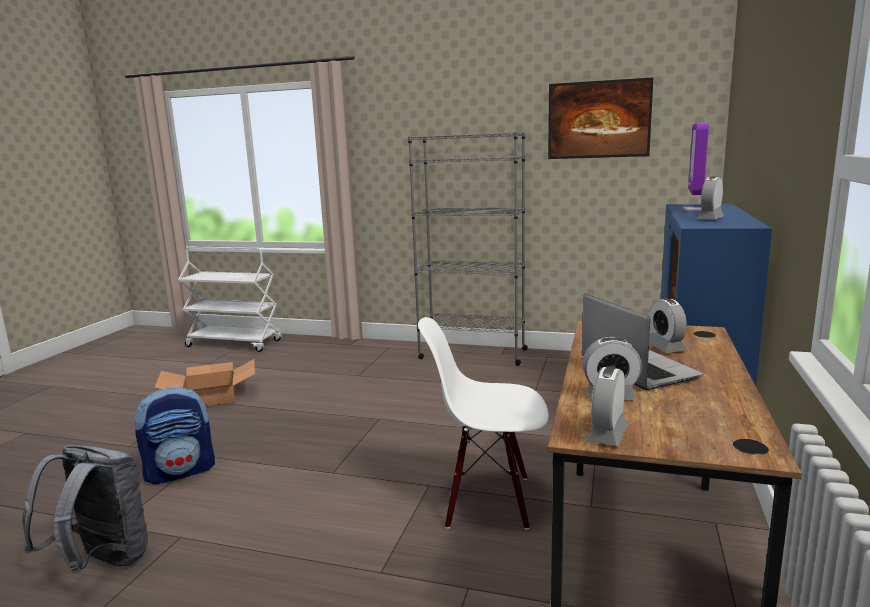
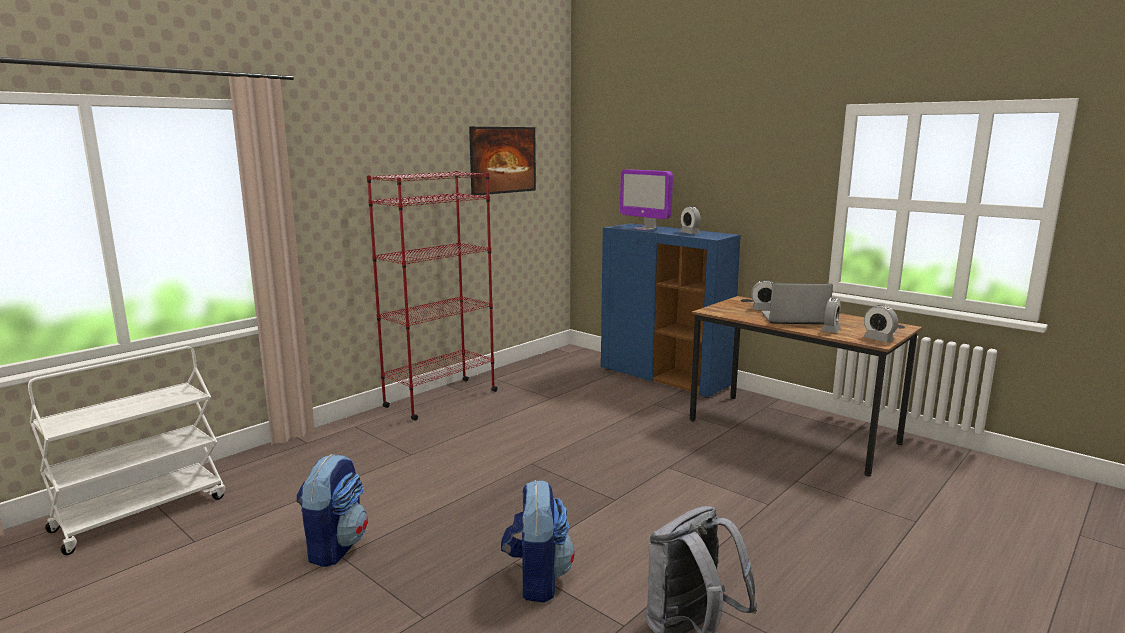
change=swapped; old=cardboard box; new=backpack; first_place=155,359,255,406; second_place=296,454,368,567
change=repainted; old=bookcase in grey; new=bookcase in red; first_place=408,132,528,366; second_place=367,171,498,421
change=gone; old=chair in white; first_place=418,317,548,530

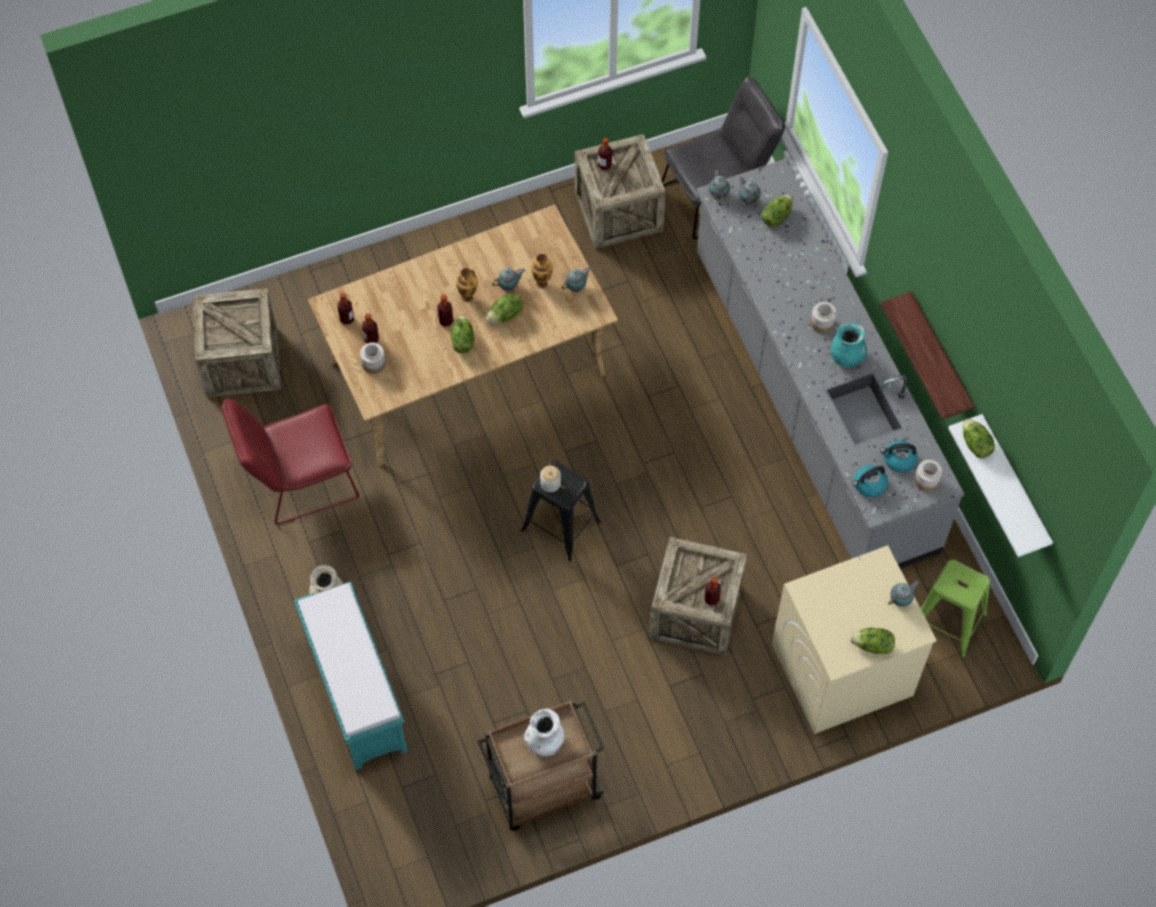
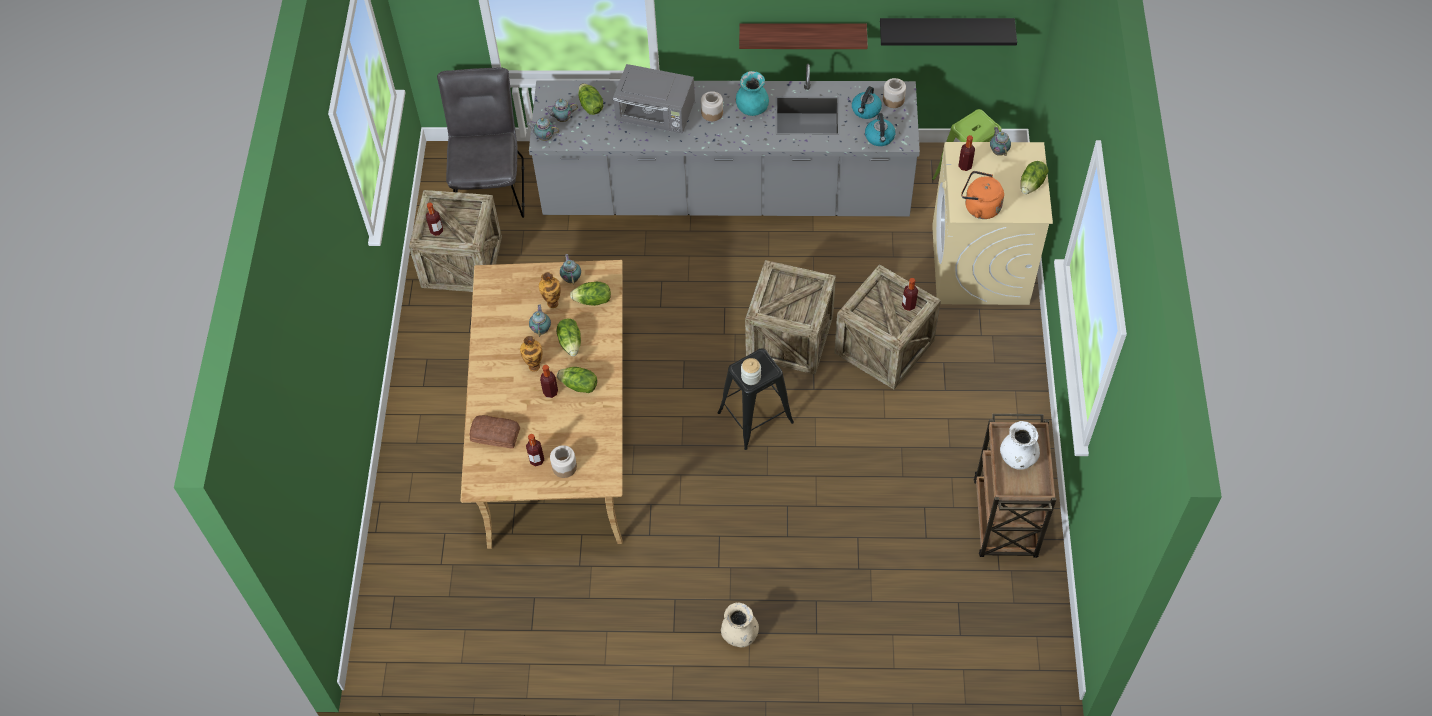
change=shifted; old=crate; first_place=193,288,281,397; second_place=745,260,836,375
change=gone; old=chair in red; first_place=221,397,359,525
change=gone; old=bench in turquoise; first_place=294,582,407,770
change=shifted; old=bottle; first_place=337,293,354,325; second_place=958,135,975,171
change=repainted; old=shelf in white; new=shelf in black; first_place=948,414,1053,557; second_place=880,18,1017,46
change=shifted; old=lettuce; first_place=962,419,995,458; second_place=570,282,611,306
change=new; new=bread; second_place=470,415,520,448
change=new; new=microwave in grey; second_place=613,64,695,133
change=new; new=kettle in orange; second_place=961,171,1004,219

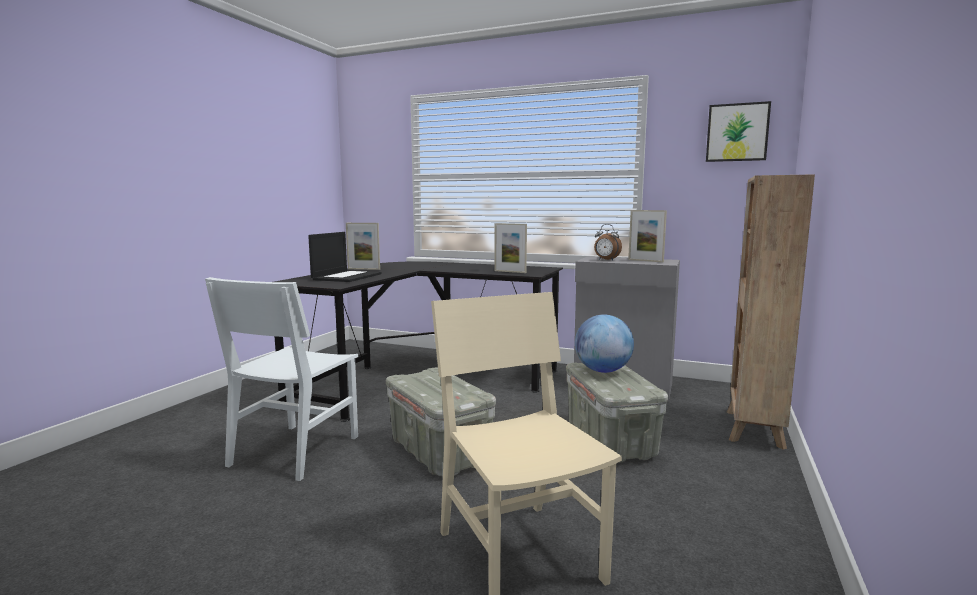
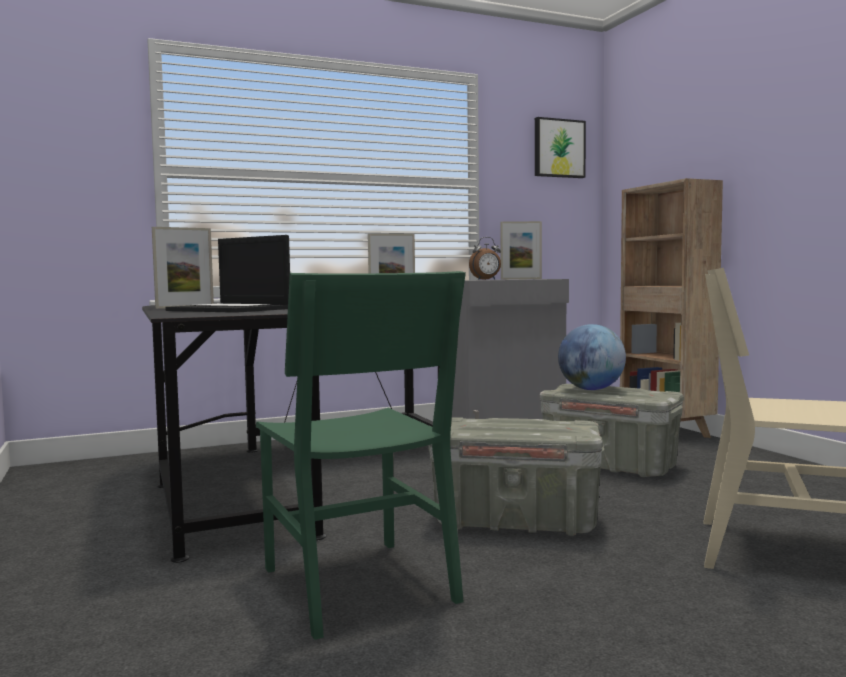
change=repainted; old=chair in white; new=chair in green; first_place=205,277,359,481; second_place=256,271,466,640
change=rotated; old=laptop; first_place=308,232,381,282; second_place=165,235,290,313; degrees=150

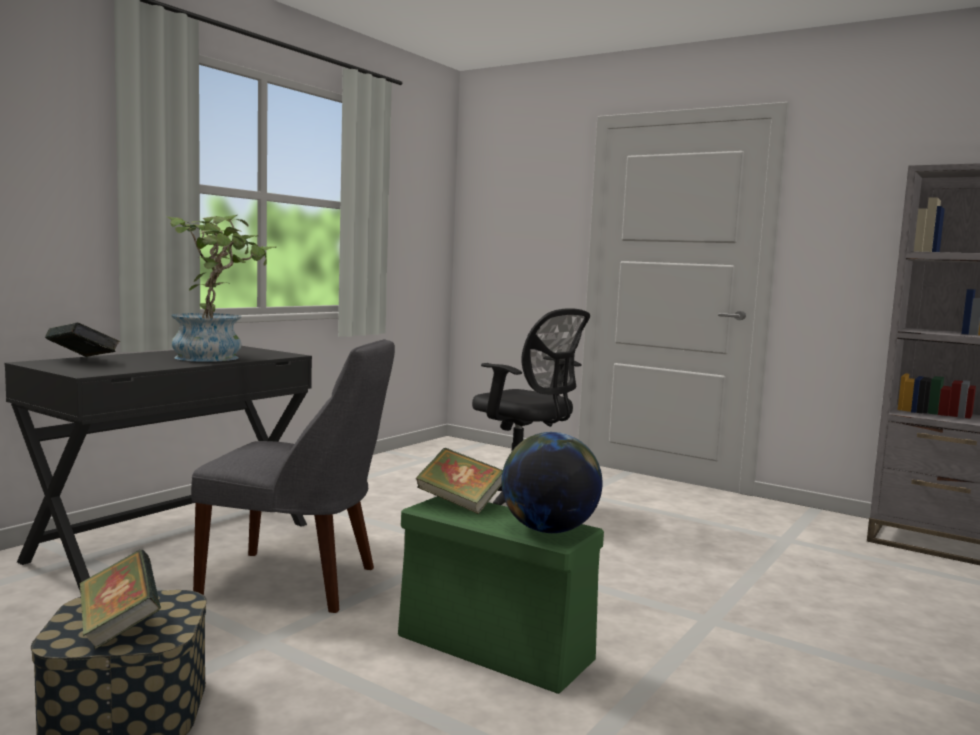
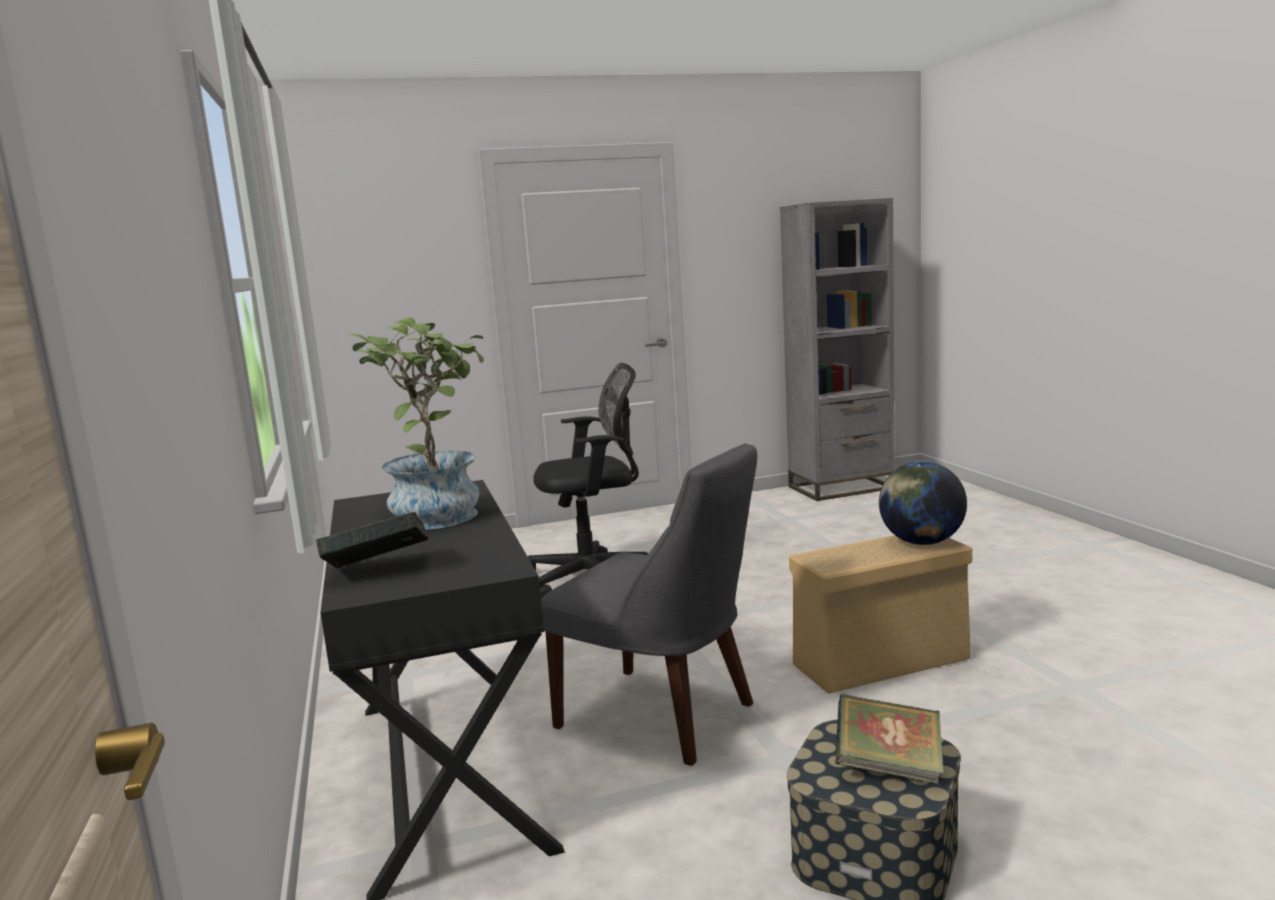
change=rotated; old=chair in grey; first_place=191,339,395,613; second_place=541,443,757,766; degrees=75
change=repainted; old=storage box in green; new=storage box in beige; first_place=398,496,604,694; second_place=789,535,972,694
change=gone; old=book; first_place=416,448,503,514

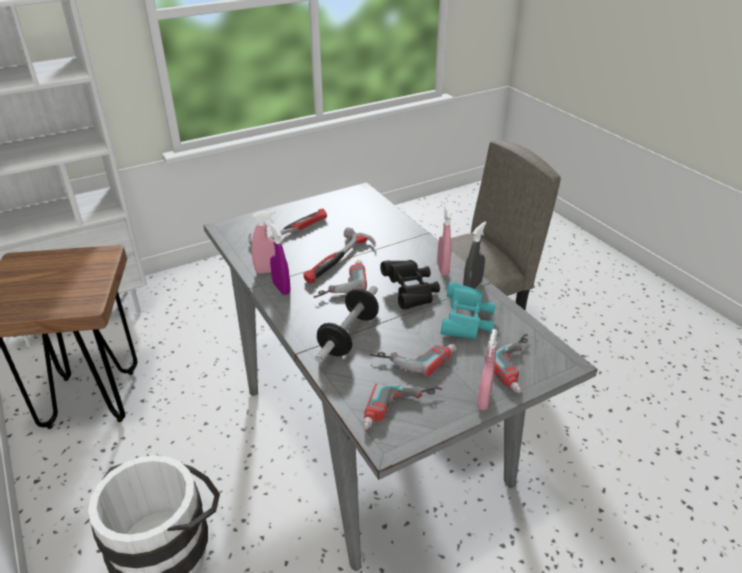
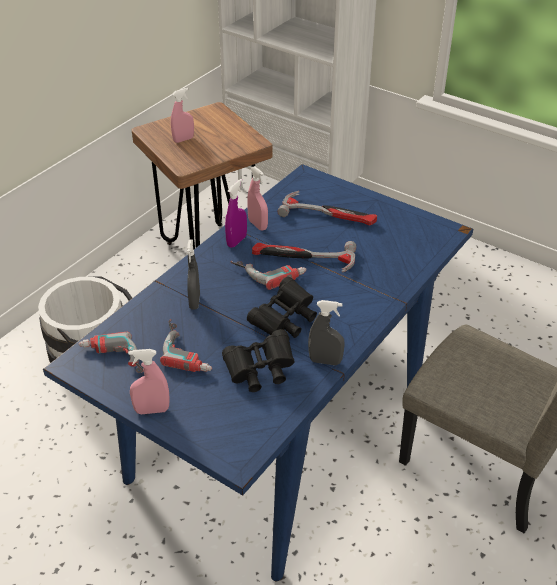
change=repainted; old=dining table in grey; new=dining table in blue; first_place=203,182,598,571; second_place=43,164,473,582
change=swapped; old=dumbbell; new=spray bottle in grey; first_place=315,286,379,363; second_place=187,239,200,310
change=shifted; old=spray bottle in pink; first_place=437,205,451,276; second_place=171,88,194,143
change=repainted; old=binoculars in turquoise; new=binoculars in black; first_place=441,282,496,340; second_place=222,329,295,392
change=gone; old=power drill; first_place=485,334,528,393

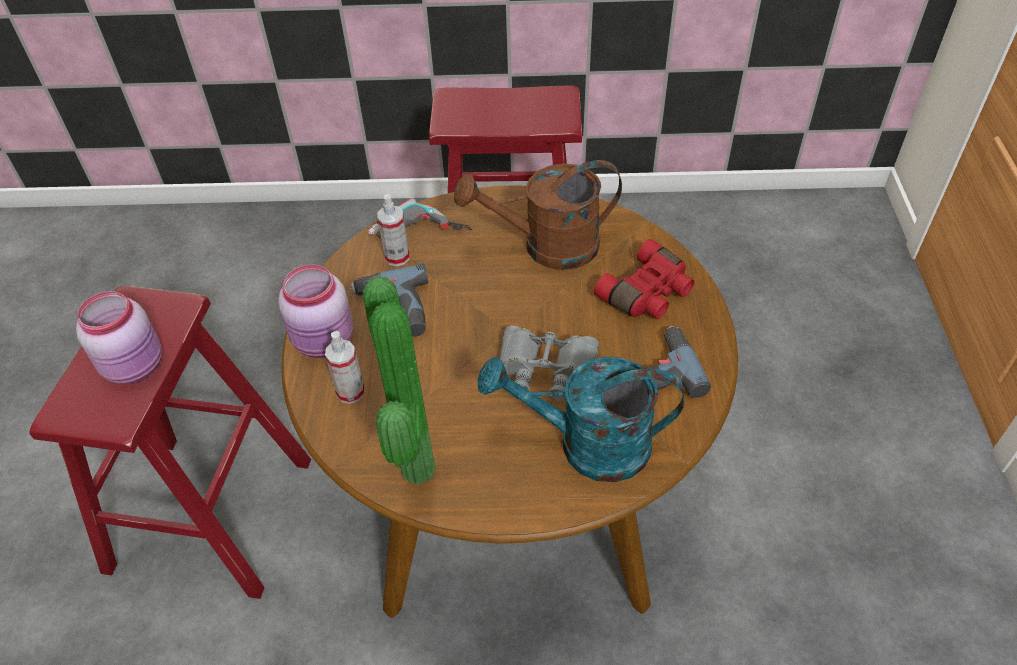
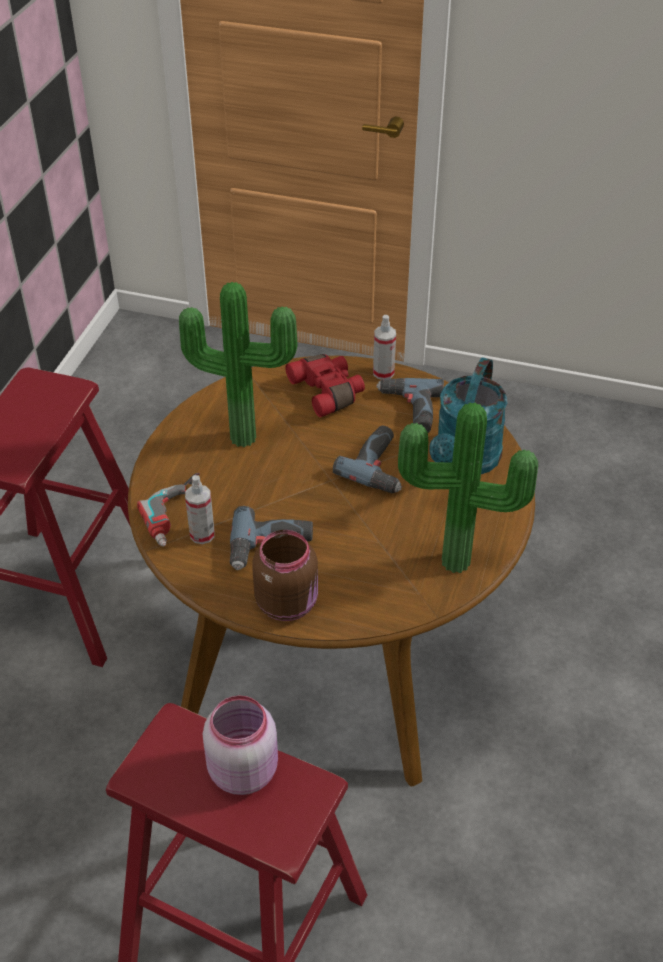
change=repainted; old=jar in pink; new=jar in brown; first_place=278,264,353,358; second_place=252,530,318,621
change=shifted; old=spray bottle; first_place=325,331,365,404; second_place=373,315,396,380
change=swapped; old=watering can in brown; new=potted plant; first_place=454,160,622,270; second_place=179,282,297,447
change=swapped; old=binoculars in grey; new=power drill; first_place=500,326,599,401; second_place=333,426,402,494

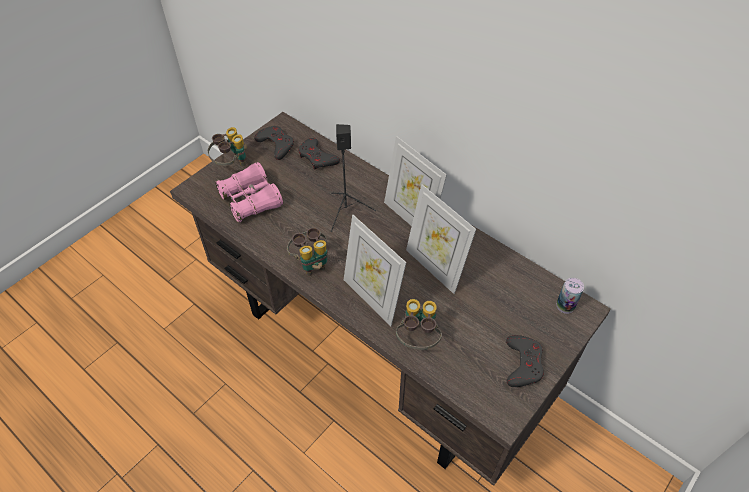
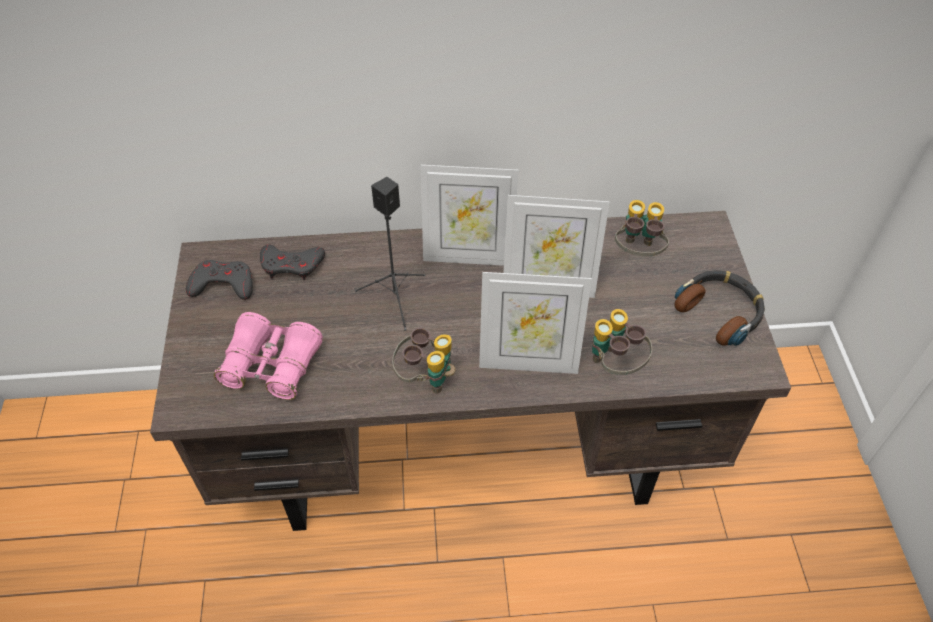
change=shifted; old=binoculars; first_place=208,127,247,166; second_place=615,200,669,256
change=swapped; old=game controller in grey; new=headphones; first_place=506,335,544,387; second_place=674,271,765,346
change=gone; old=can; first_place=556,278,584,314

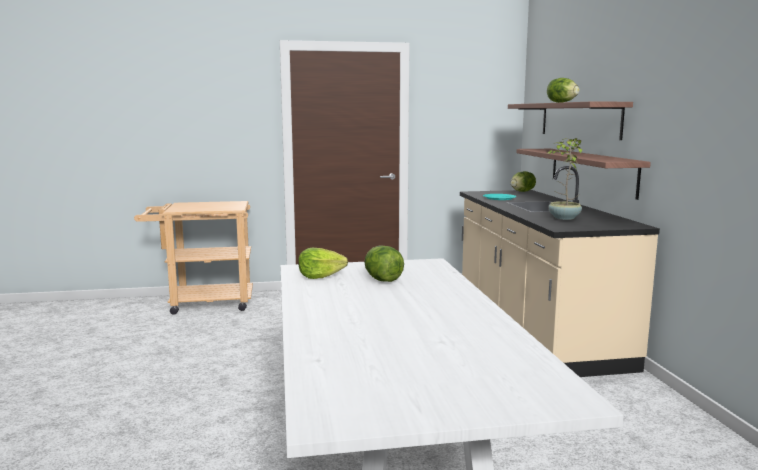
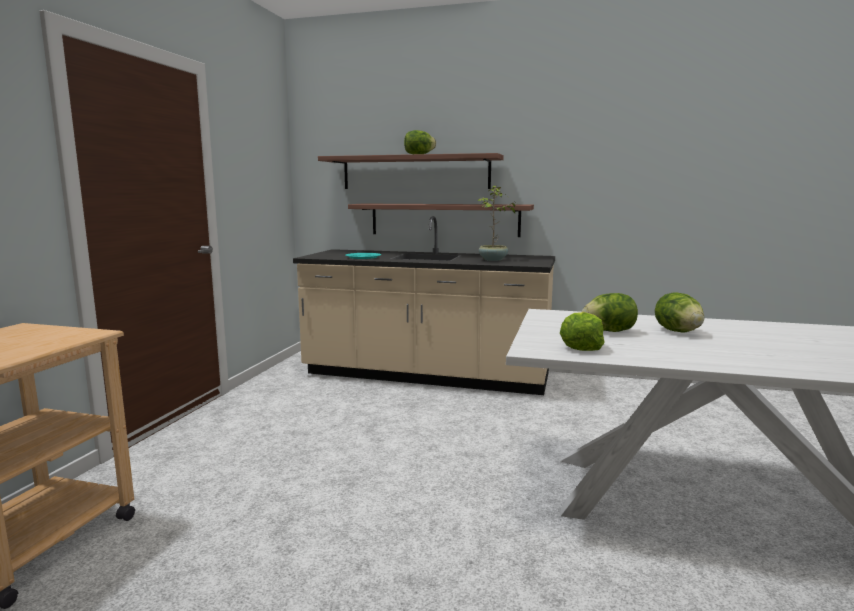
change=shifted; old=lettuce; first_place=511,171,536,192; second_place=655,292,704,333

